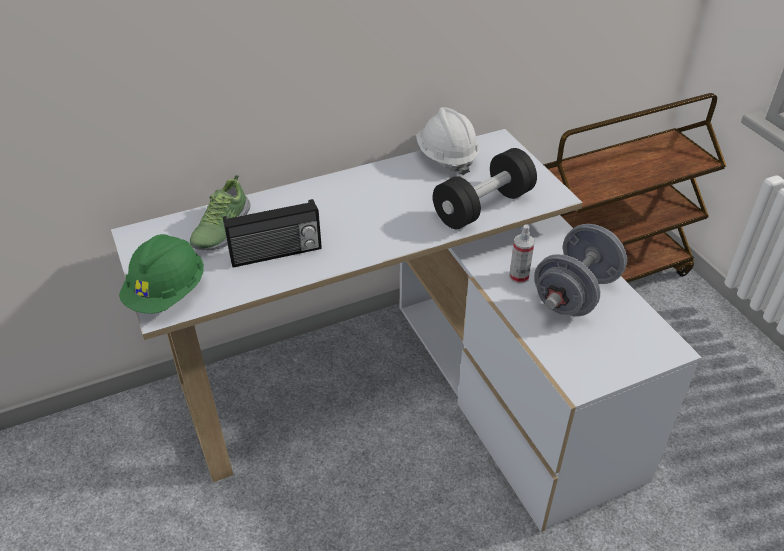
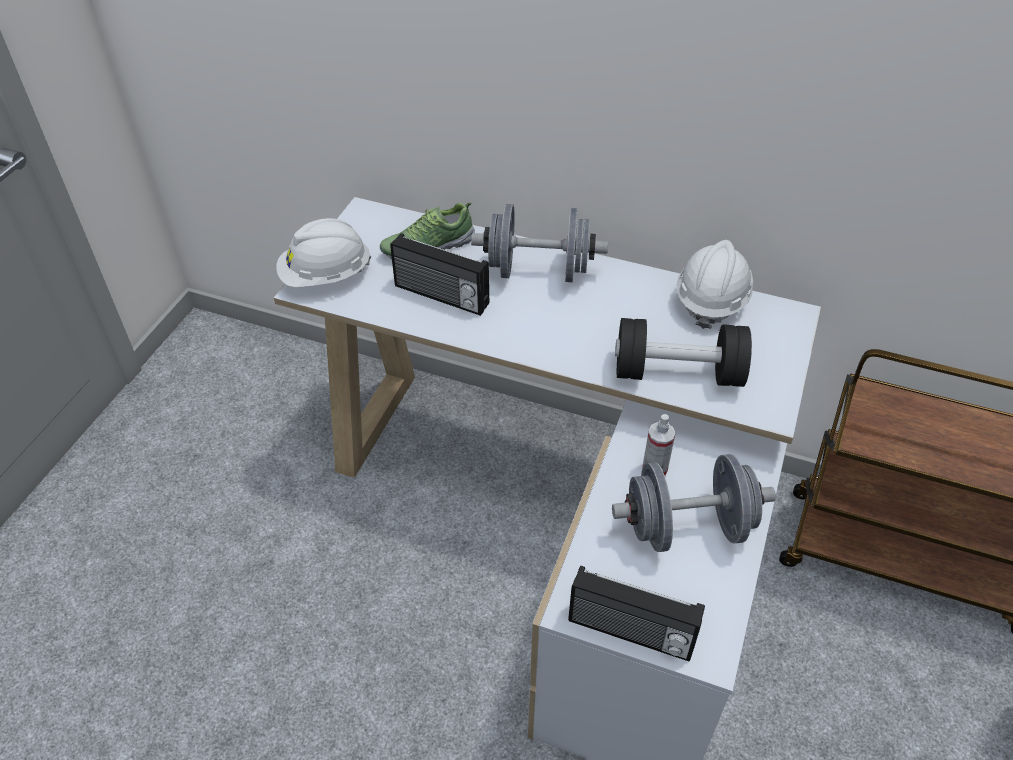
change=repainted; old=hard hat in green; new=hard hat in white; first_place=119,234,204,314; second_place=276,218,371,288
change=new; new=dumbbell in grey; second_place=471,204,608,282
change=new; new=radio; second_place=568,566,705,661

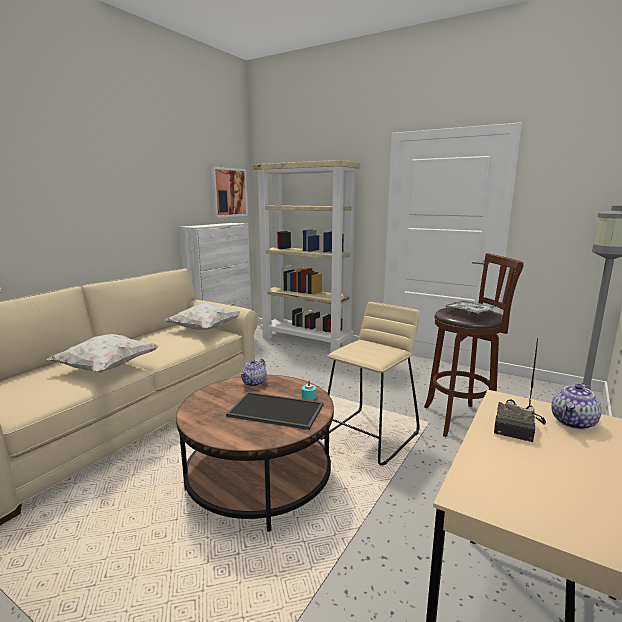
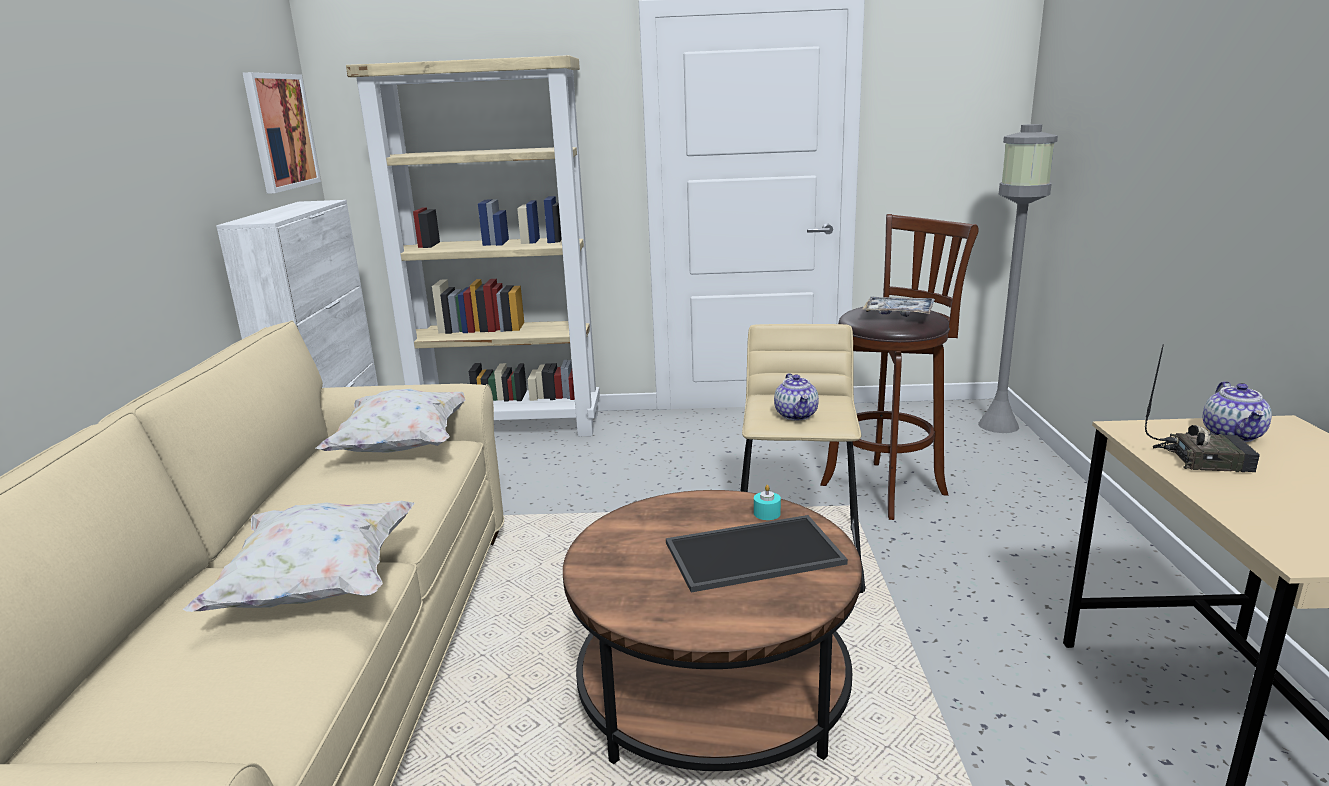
change=shifted; old=teapot; first_place=241,359,266,387; second_place=774,373,819,420
change=rotated; old=radio; first_place=494,338,546,442; second_place=1145,344,1260,472; degrees=-75

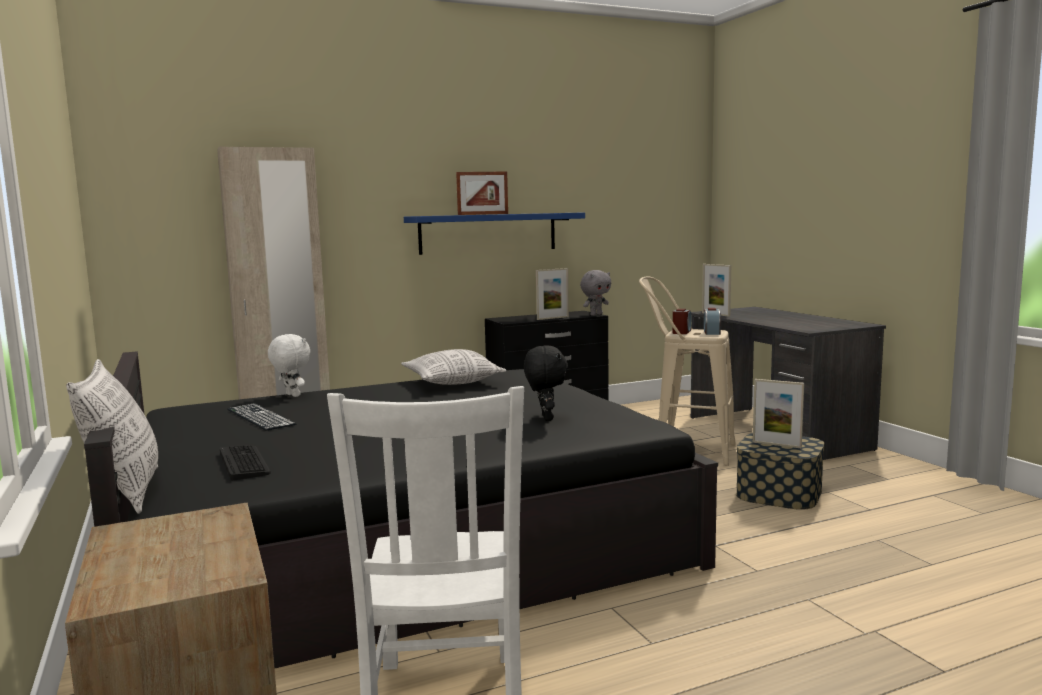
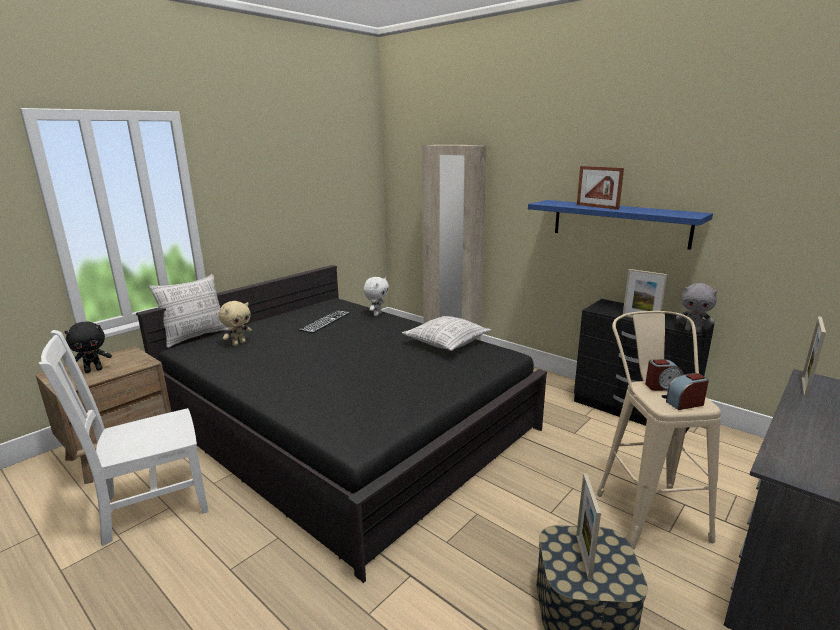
change=swapped; old=keyboard; new=plush toy in beige; first_place=220,445,271,481; second_place=218,301,252,346
change=shifted; old=plush toy in black; first_place=524,346,568,421; second_place=65,321,112,373

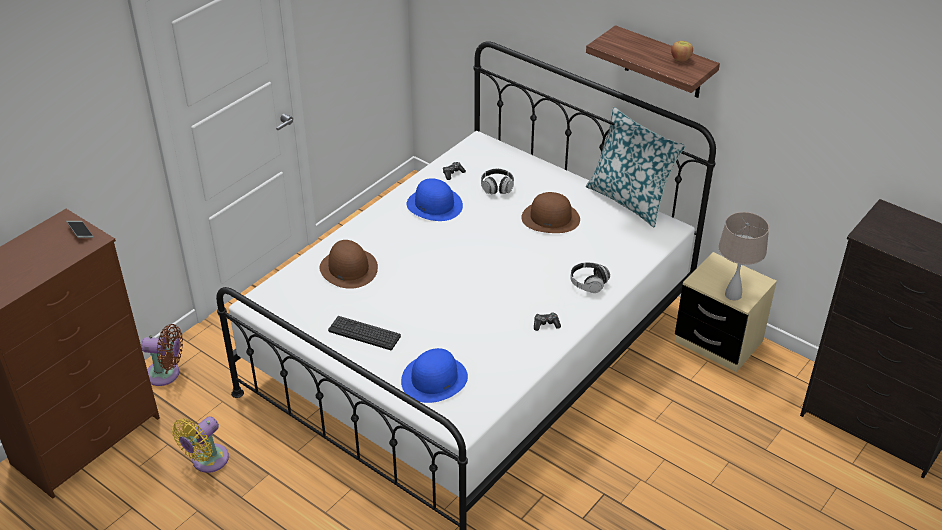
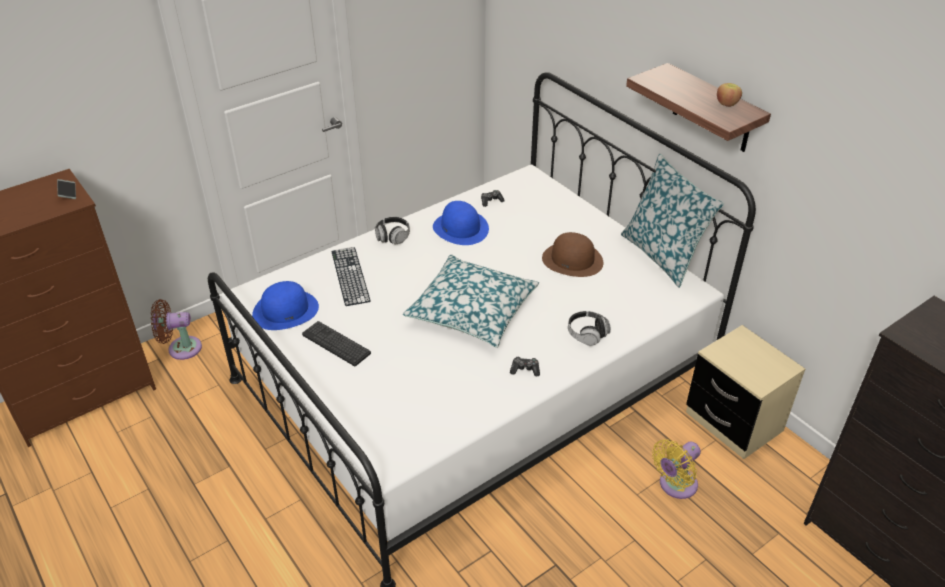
change=rotated; old=fan in brown; first_place=141,324,183,386; second_place=151,299,202,360; degrees=150
change=shifted; old=fan in yellow; first_place=172,416,229,473; second_place=652,439,701,499
change=swapped; old=hat in brown; new=keyboard; first_place=320,240,378,289; second_place=331,247,371,306
change=shifted; old=hat in blue; first_place=401,348,468,403; second_place=252,281,319,330
change=shifted; old=headphones; first_place=481,169,514,194; second_place=375,217,410,244
change=gone; old=table lamp in beige; first_place=718,212,769,301
change=new; new=pillow; second_place=403,255,539,348

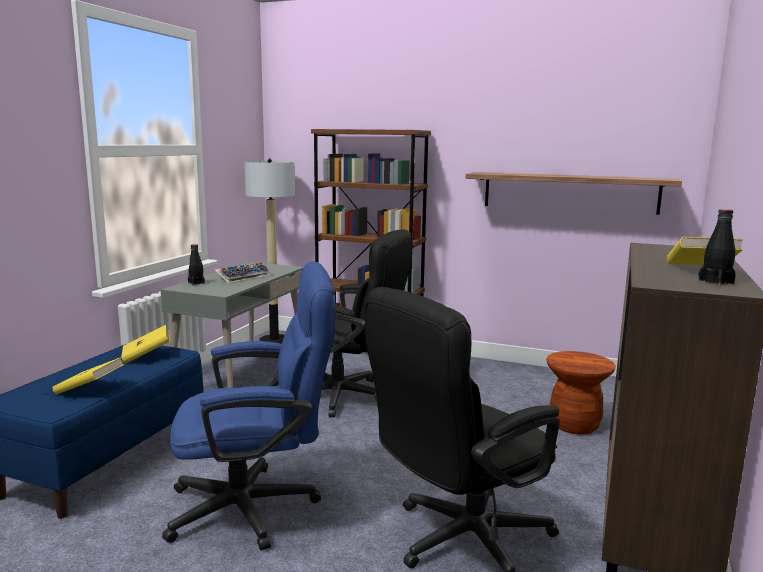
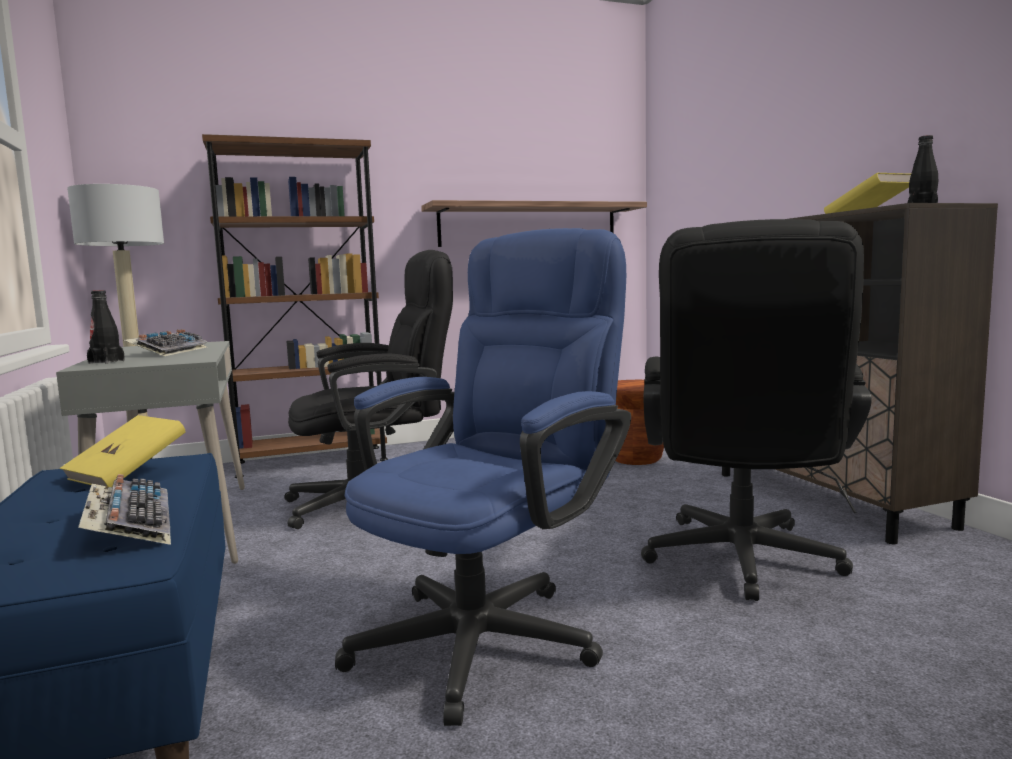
change=swapped; old=book in yellow; new=keyboard; first_place=53,357,125,395; second_place=78,474,171,545

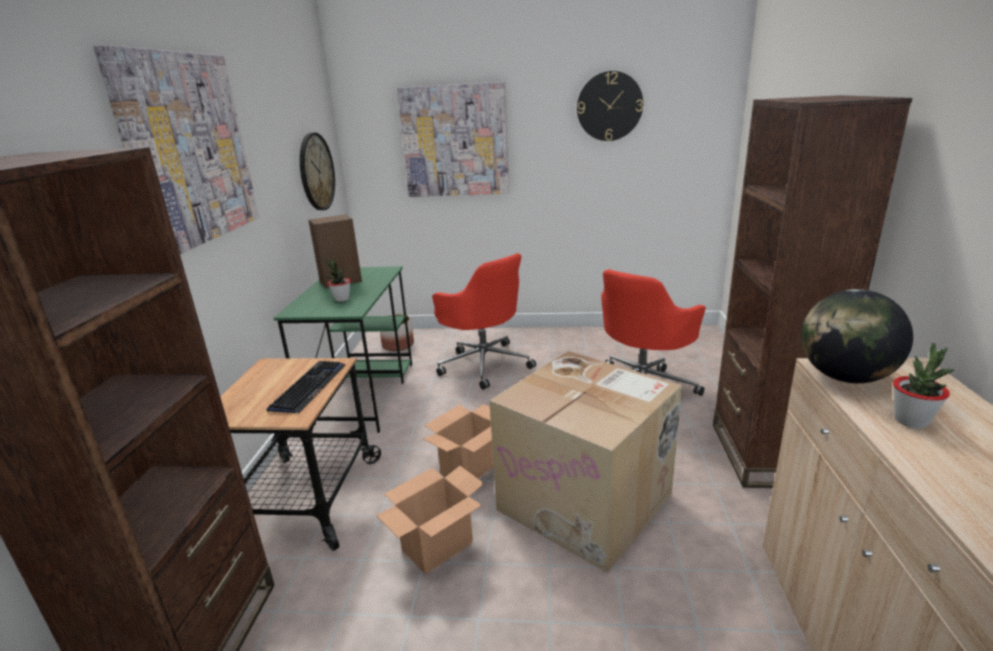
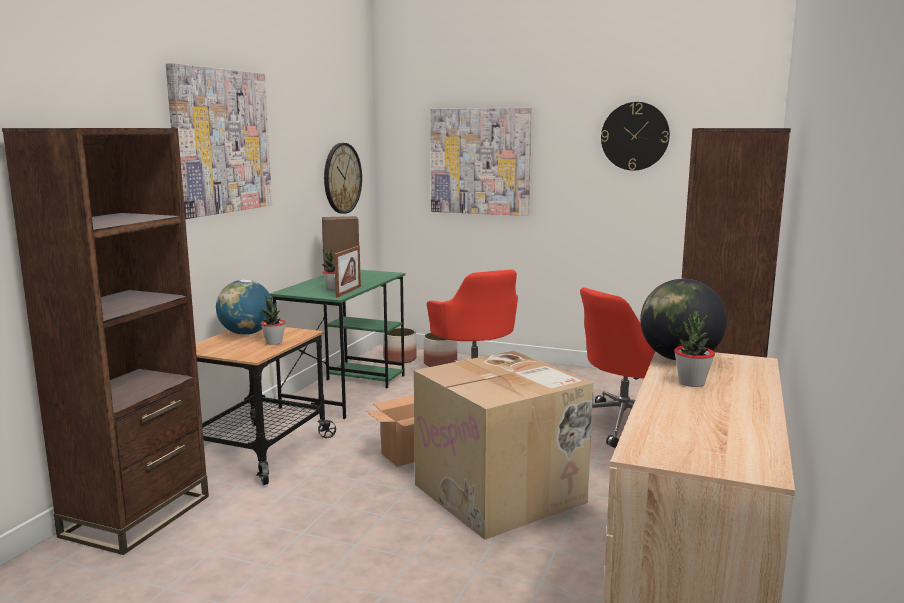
change=swapped; old=keyboard; new=potted plant; first_place=267,361,346,413; second_place=260,295,286,345
change=gone; old=cardboard box; first_place=376,466,484,574
change=new; new=globe; second_place=216,280,273,335
change=new; new=picture frame; second_place=334,246,361,297
change=new; new=planter; second_place=424,333,457,367

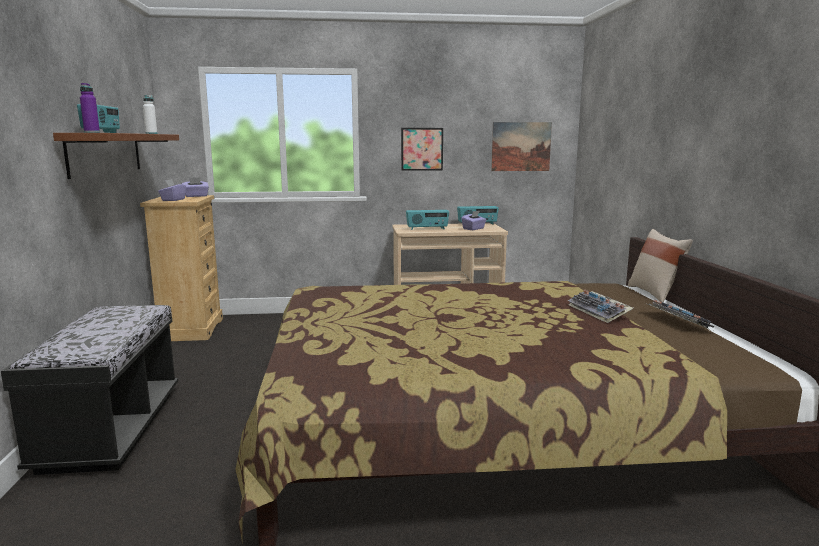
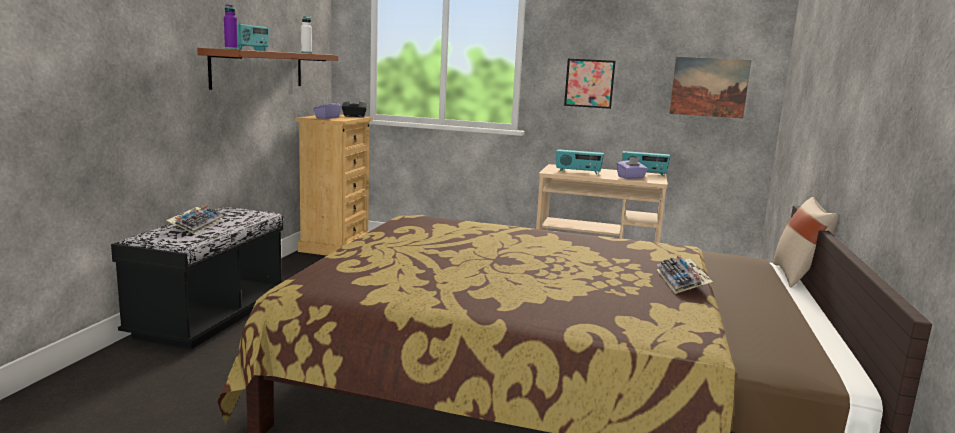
change=repainted; old=tissue box in purple; new=tissue box in black; first_place=182,177,209,197; second_place=342,97,367,117
change=shifted; old=keyboard; first_place=645,300,715,331; second_place=166,205,223,234

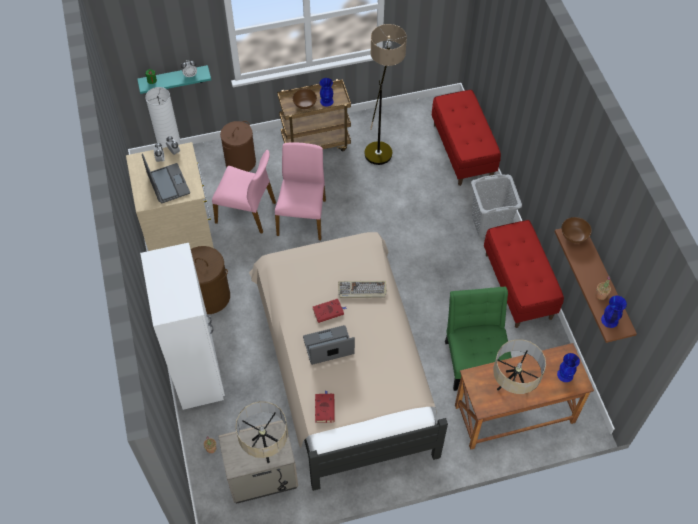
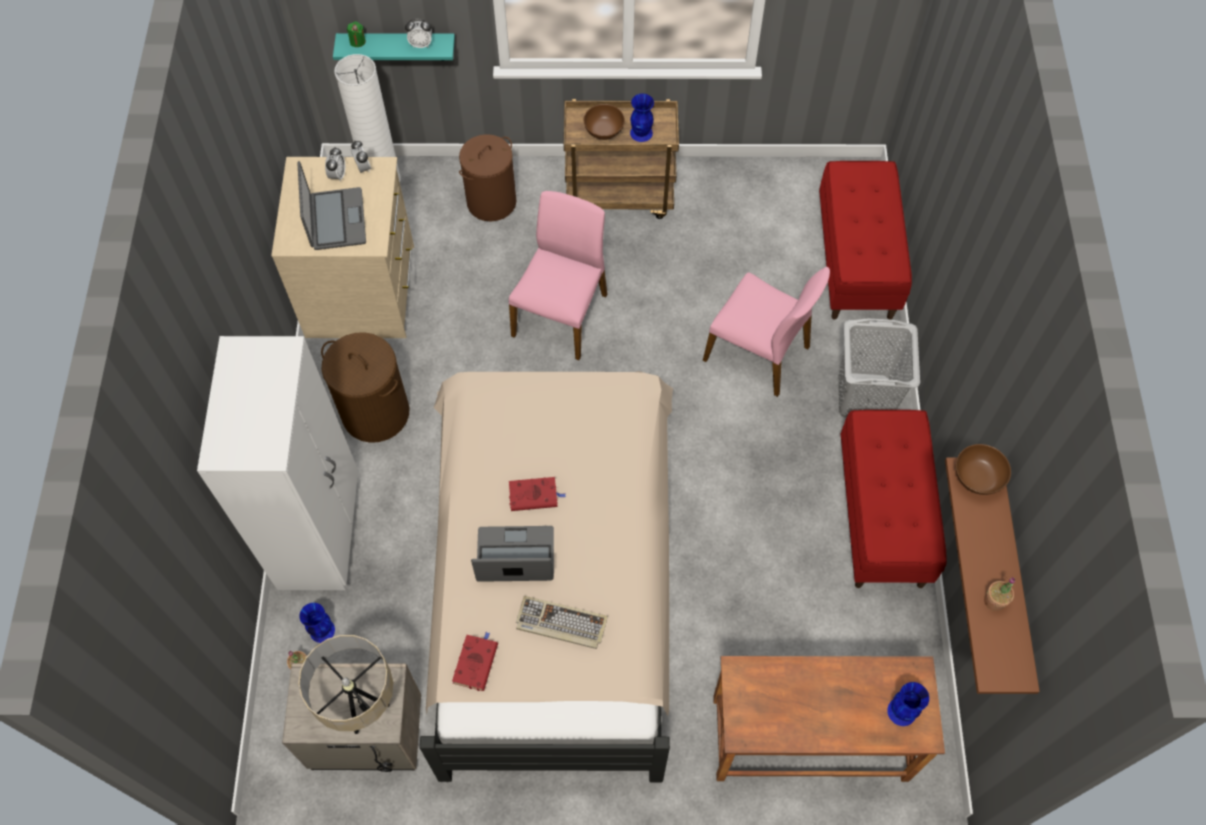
change=shifted; old=chair in pink; first_place=212,150,276,233; second_place=703,267,830,397
change=shifted; old=keyboard; first_place=338,281,387,298; second_place=516,596,608,649
change=gone; old=floor lamp; first_place=364,24,407,165
change=gone; old=chair in green; first_place=445,287,512,391
change=gone; old=table lamp in beige; first_place=493,339,546,394
change=shifted; old=vase in blue; first_place=601,296,627,328; second_place=299,603,335,643

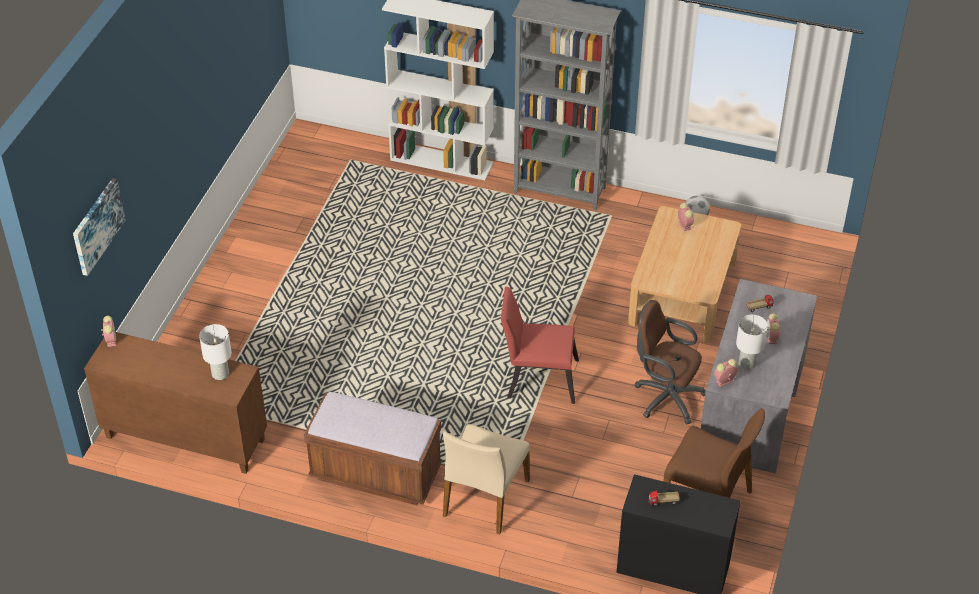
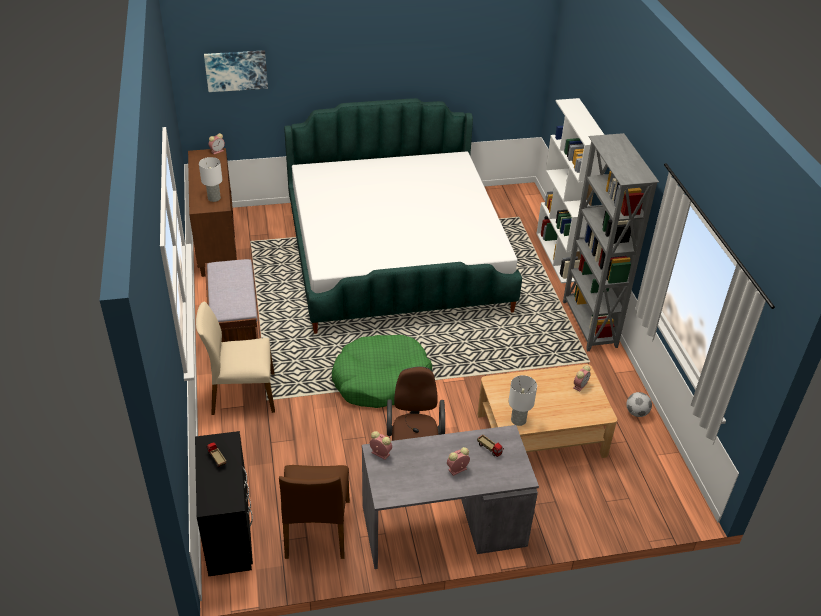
change=swapped; old=chair in red; new=dog bed in green; first_place=500,286,579,404; second_place=332,335,433,408
change=shifted; old=table lamp in white; first_place=736,315,768,370; second_place=509,375,537,426
change=new; new=bed; second_place=284,98,522,334

